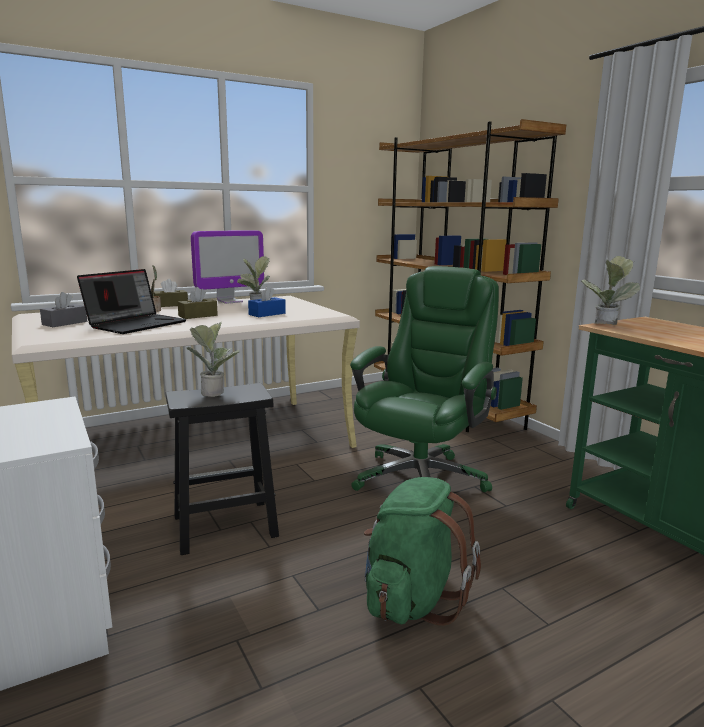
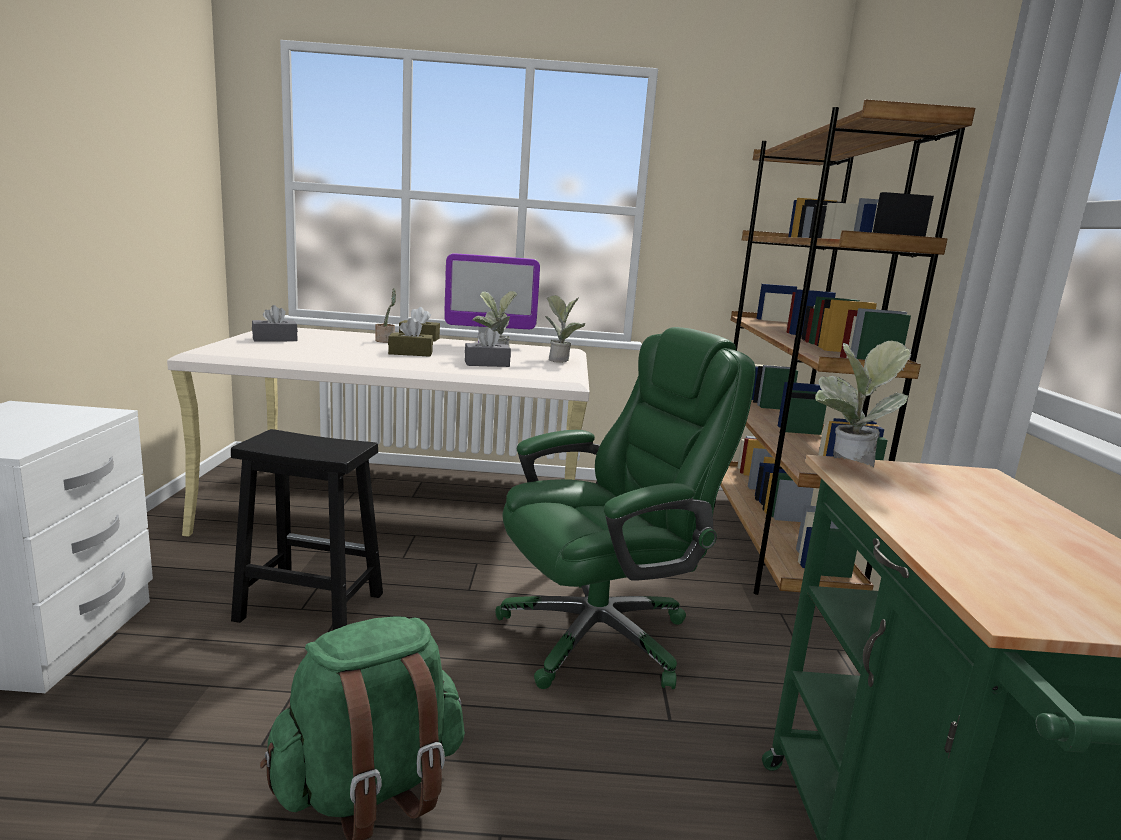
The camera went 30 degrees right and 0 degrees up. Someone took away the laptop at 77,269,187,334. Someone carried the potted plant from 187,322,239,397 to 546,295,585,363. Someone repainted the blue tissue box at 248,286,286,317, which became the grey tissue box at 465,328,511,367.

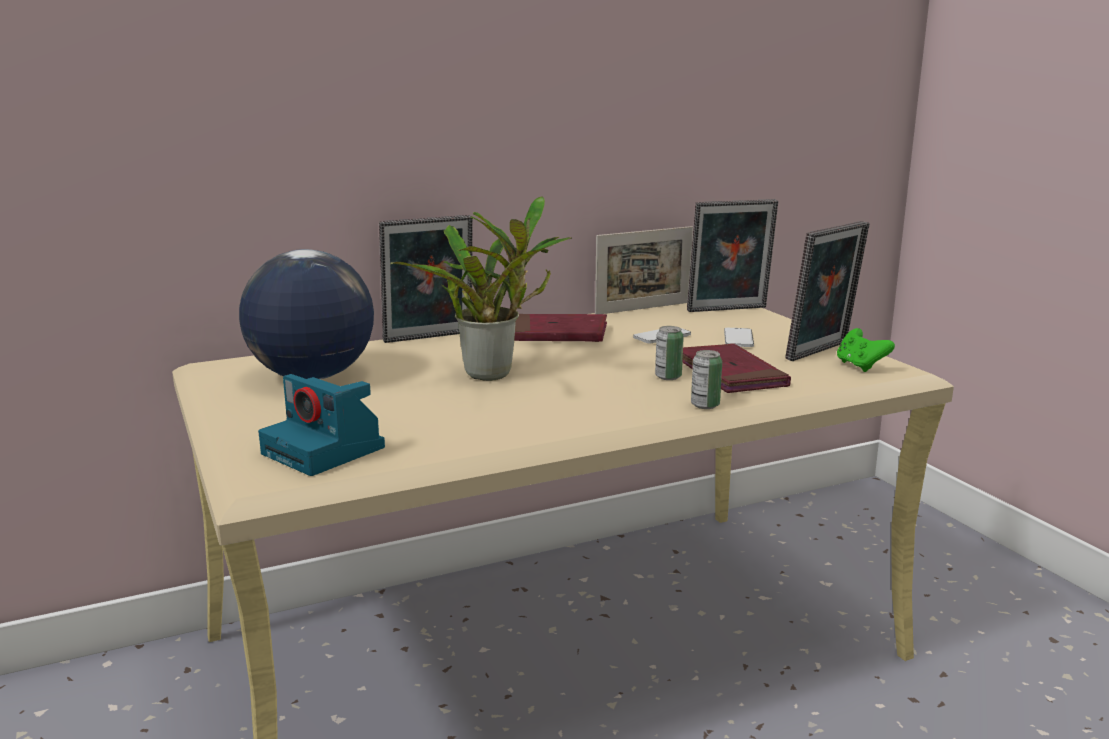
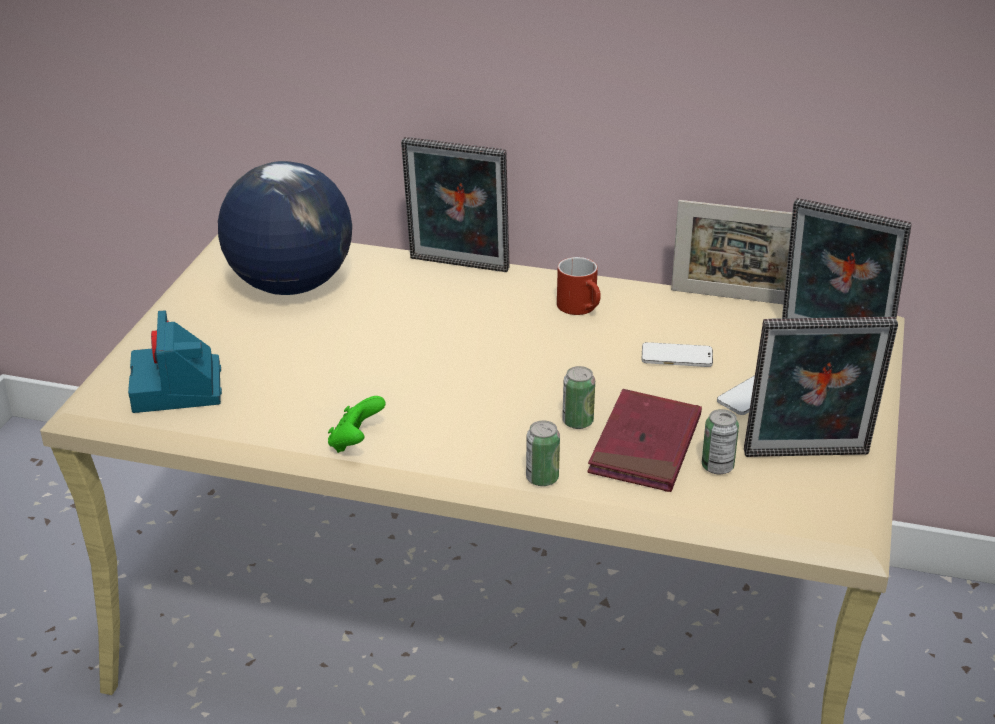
The camera went 40 degrees right and 15 degrees up. Someone took away the potted plant at 390,196,572,381. Someone put down the can at 702,409,739,475. Someone carried the green game controller from 837,328,895,372 to 328,396,386,453. Someone swapped the red book at 514,314,607,342 for the red mug at 557,257,601,315.

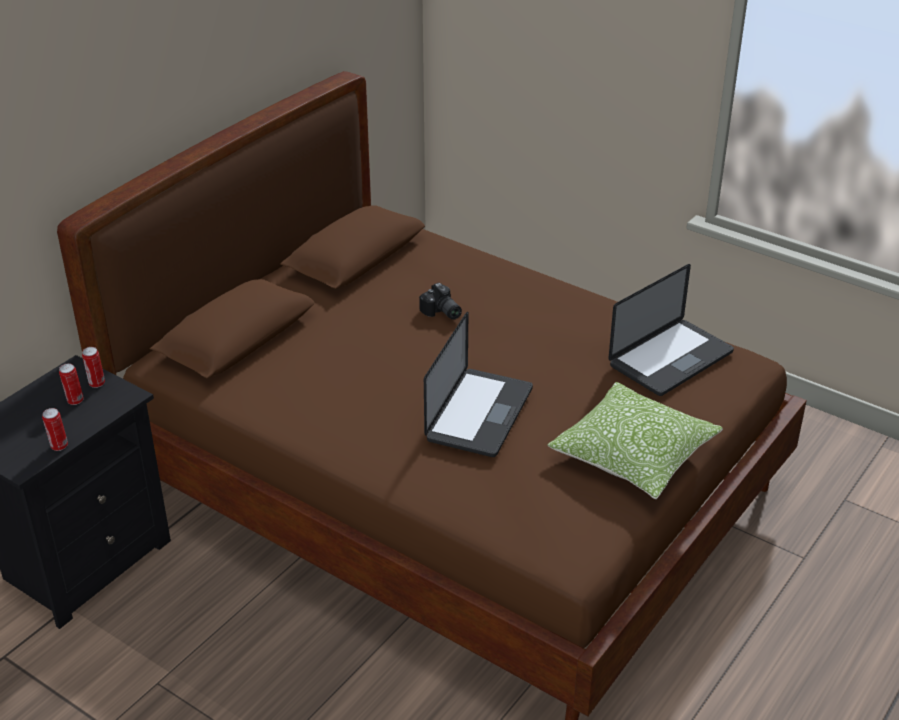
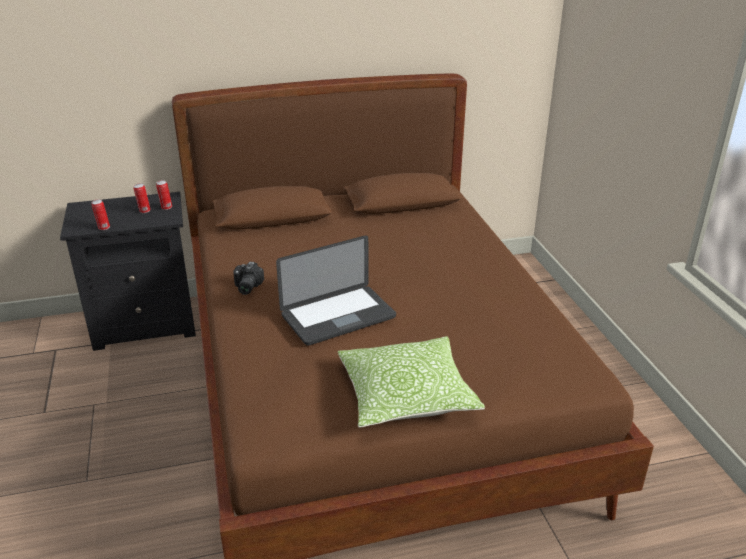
The camera went 40 degrees right and 5 degrees down. Someone took away the laptop at 608,264,734,396. Someone carried the photo camera from 419,283,462,320 to 233,262,264,295.

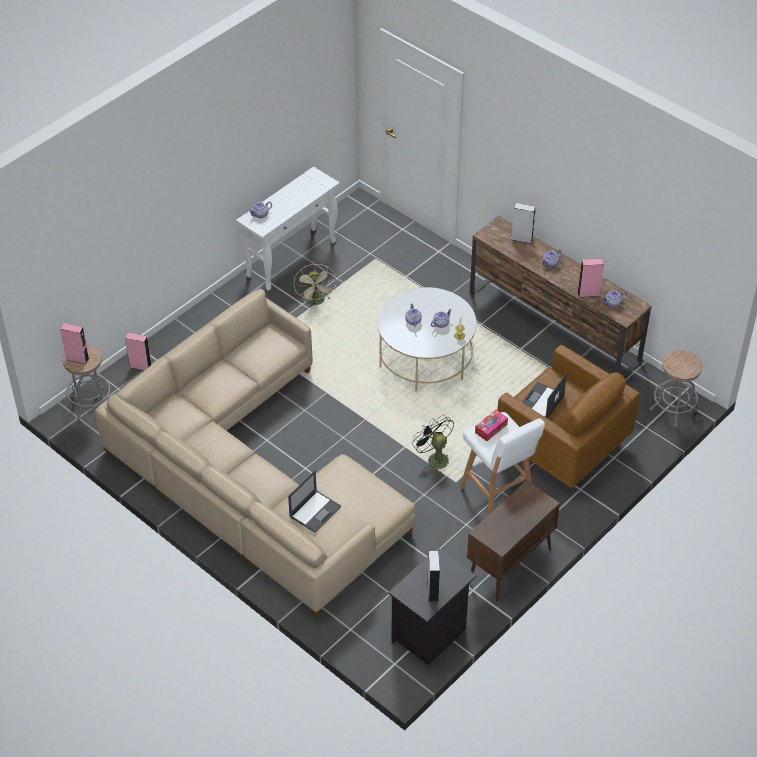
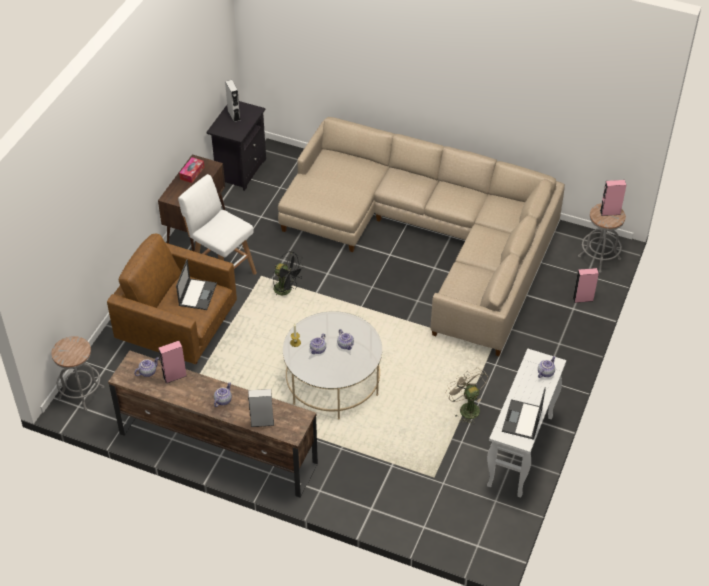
The camera went 160 degrees right and 0 degrees up. Someone carried the laptop from 288,470,341,533 to 502,387,546,440. Someone carried the tissue box from 475,410,508,441 to 179,157,204,183.

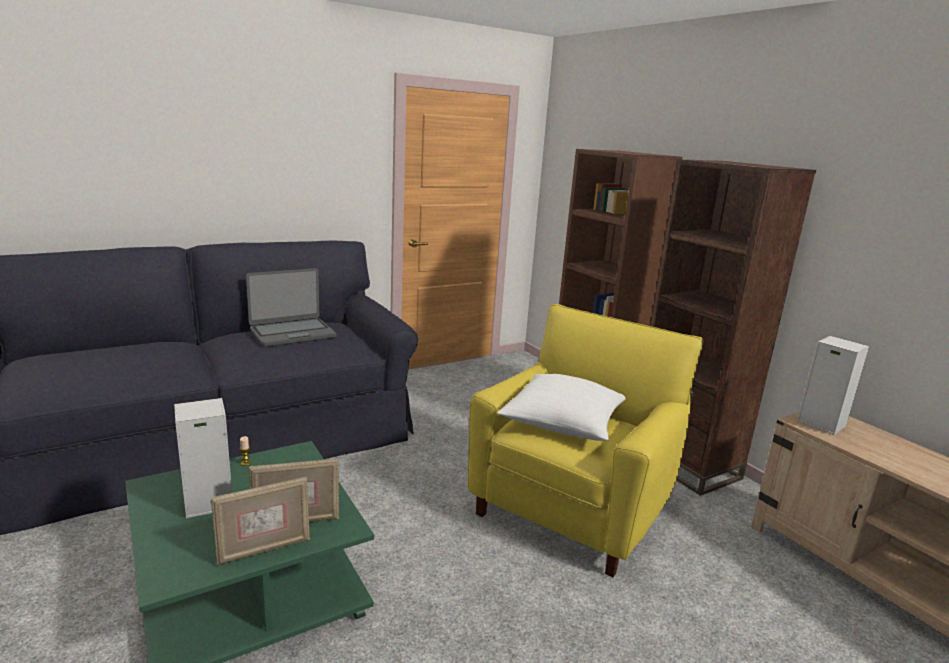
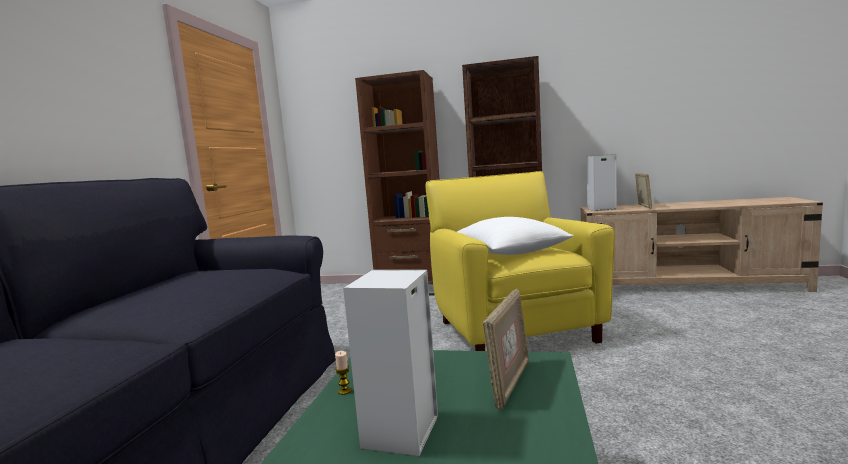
The camera went 45 degrees left and 10 degrees down. Someone took away the laptop at 246,268,337,347. Someone carried the picture frame from 211,477,310,566 to 635,173,652,209.

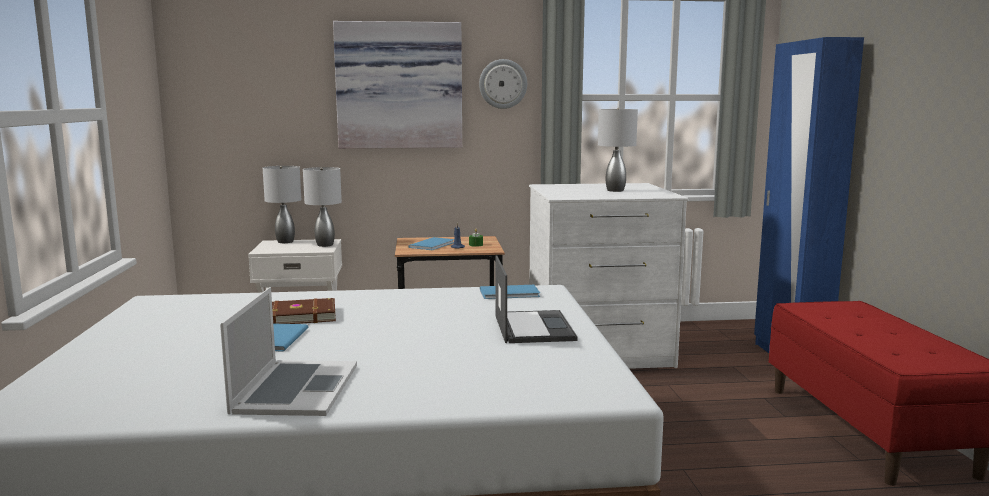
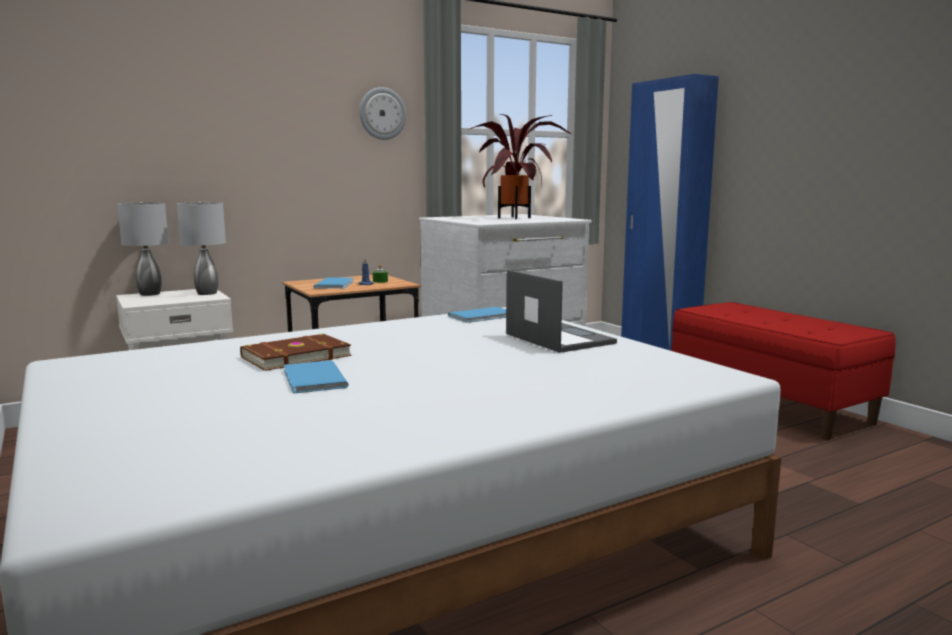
The camera went 25 degrees left and 0 degrees up. Someone took away the laptop at 220,287,357,416. Someone took away the picture at 333,21,462,149. Someone swapped the grey table lamp at 598,108,638,192 for the potted plant at 468,114,572,219.

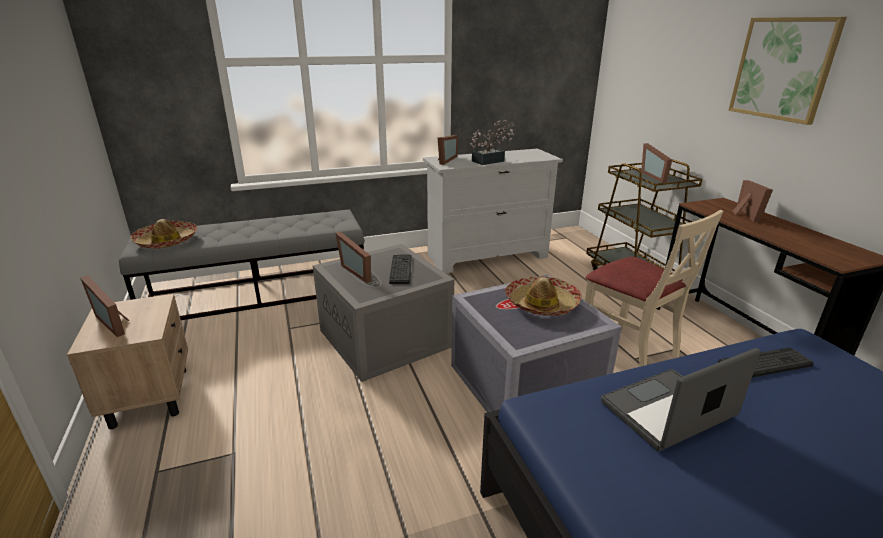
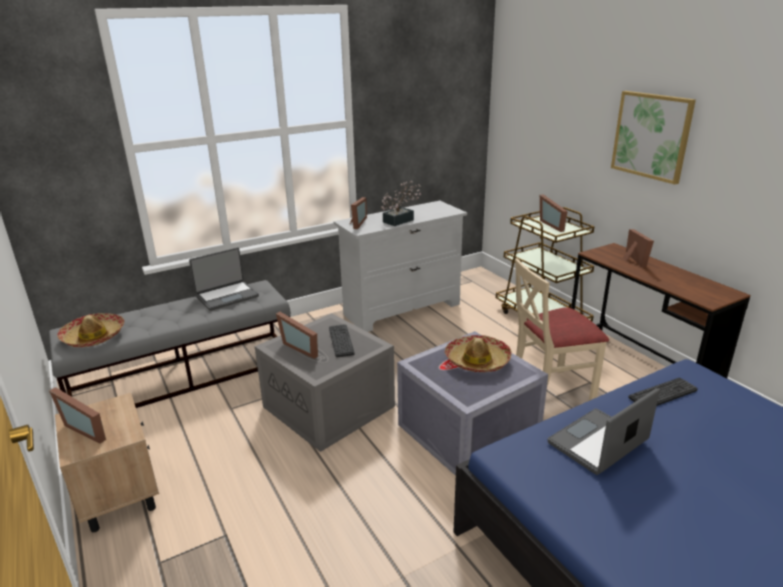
The camera went 10 degrees left and 0 degrees up. Someone put down the laptop at 189,247,259,311. Someone rotated the beige chair at 585,210,723,367 by 120 degrees clockwise.

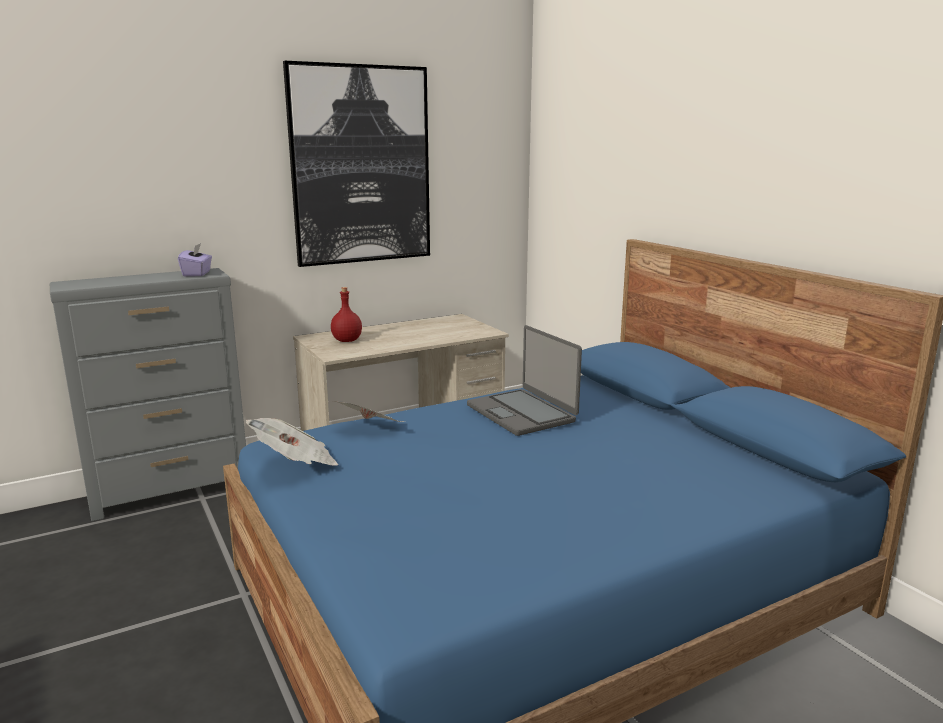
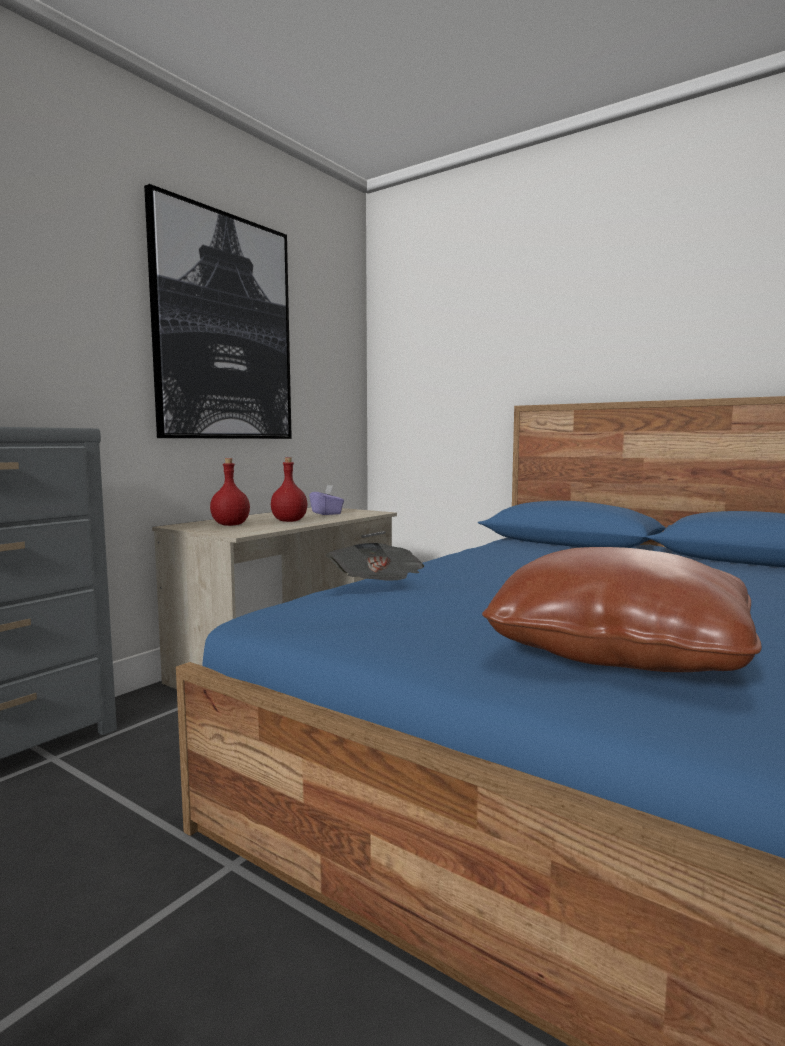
The camera went 25 degrees left and 10 degrees down. Someone took away the newspaper at 246,418,339,466. Someone took away the laptop at 467,325,582,436. Someone put down the red bottle at 271,457,308,522. Someone put down the brown pillow at 482,547,762,672. Someone carried the purple tissue box from 178,243,212,277 to 309,485,344,515.

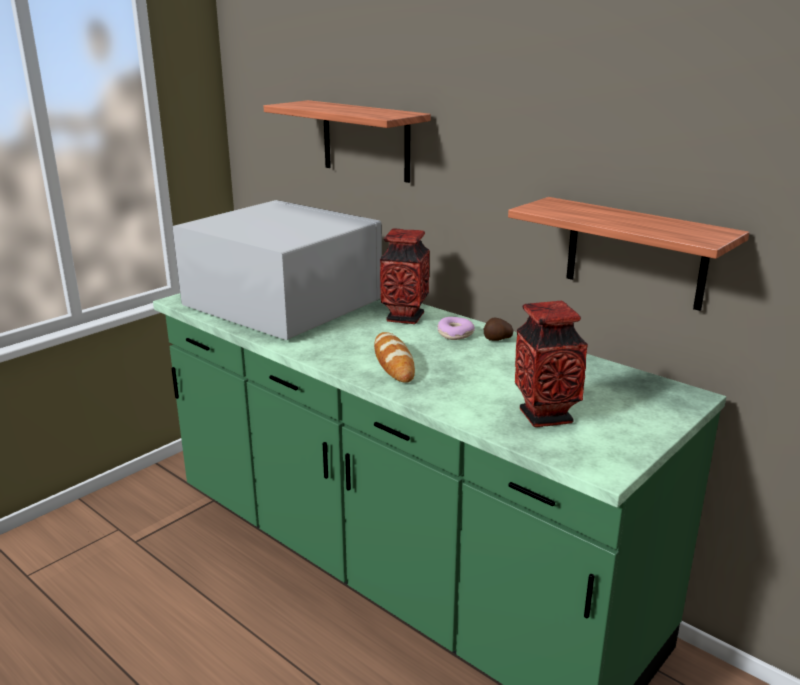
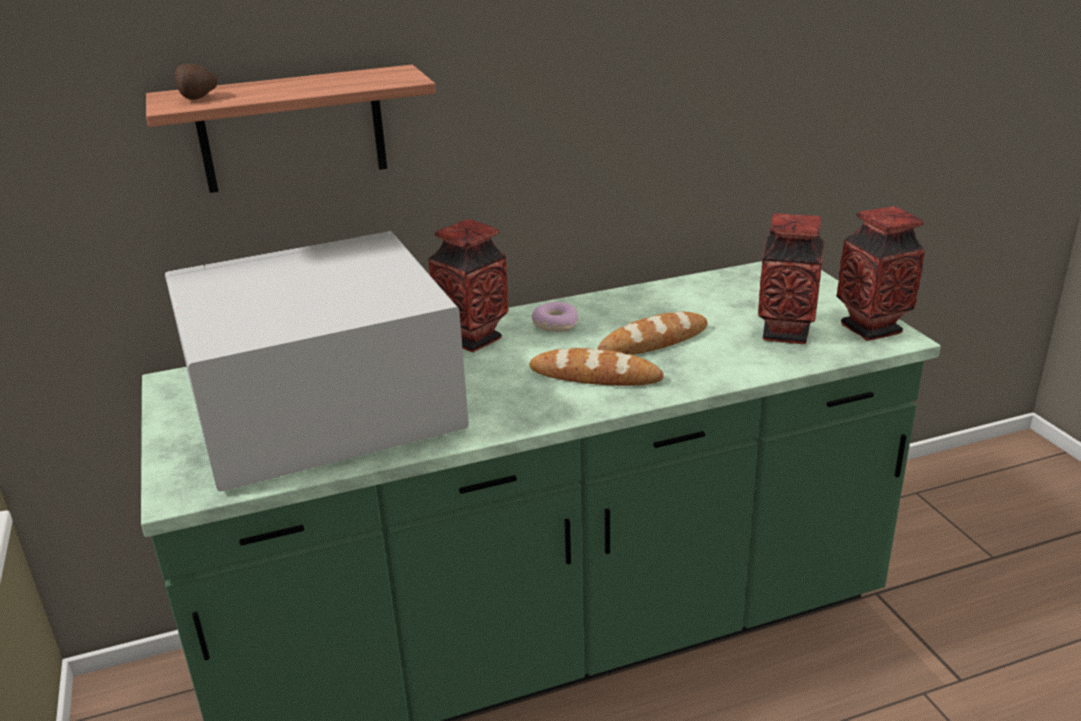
The camera went 60 degrees left and 5 degrees up. Someone took away the shelf at 508,197,749,311. Someone put down the bread at 597,311,707,355. Someone put down the vase at 836,206,925,341. Someone carried the potato from 484,318,514,341 to 175,64,217,100.

